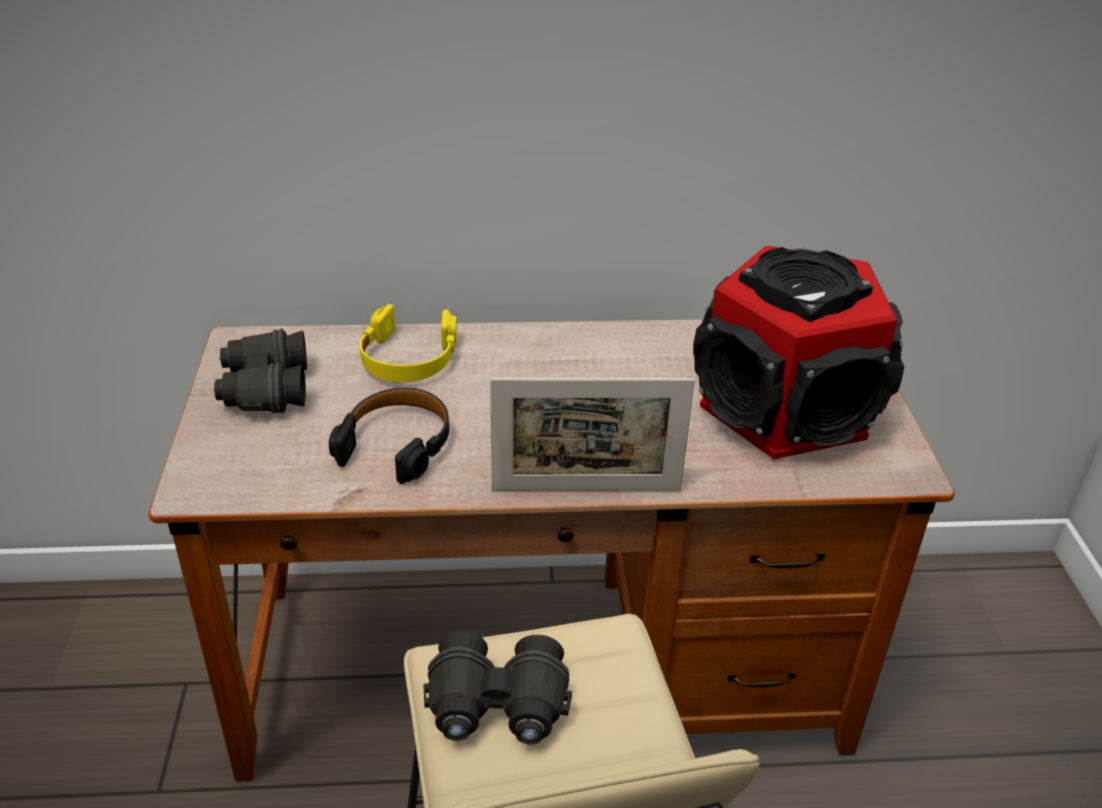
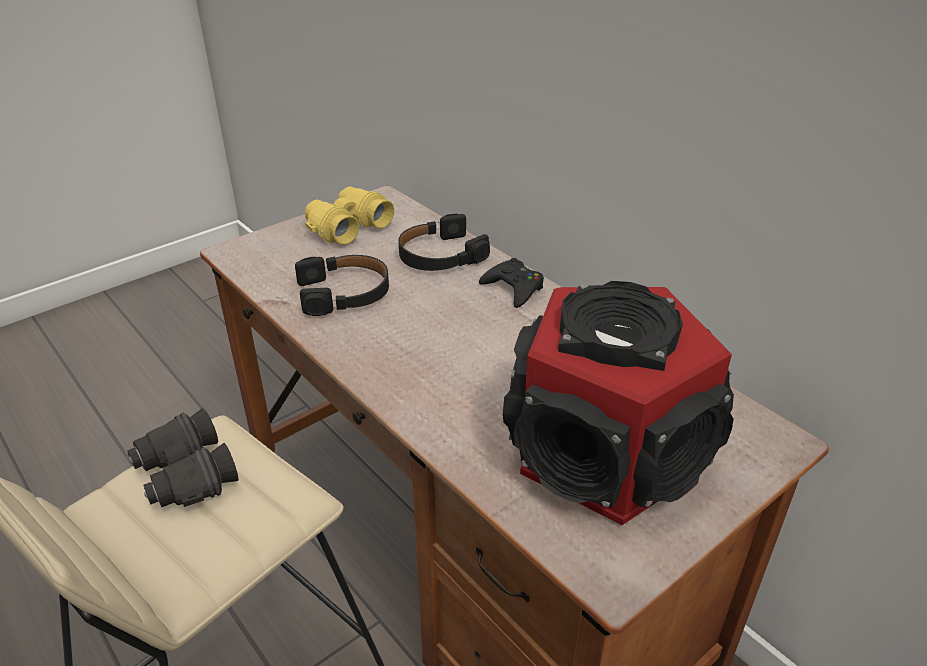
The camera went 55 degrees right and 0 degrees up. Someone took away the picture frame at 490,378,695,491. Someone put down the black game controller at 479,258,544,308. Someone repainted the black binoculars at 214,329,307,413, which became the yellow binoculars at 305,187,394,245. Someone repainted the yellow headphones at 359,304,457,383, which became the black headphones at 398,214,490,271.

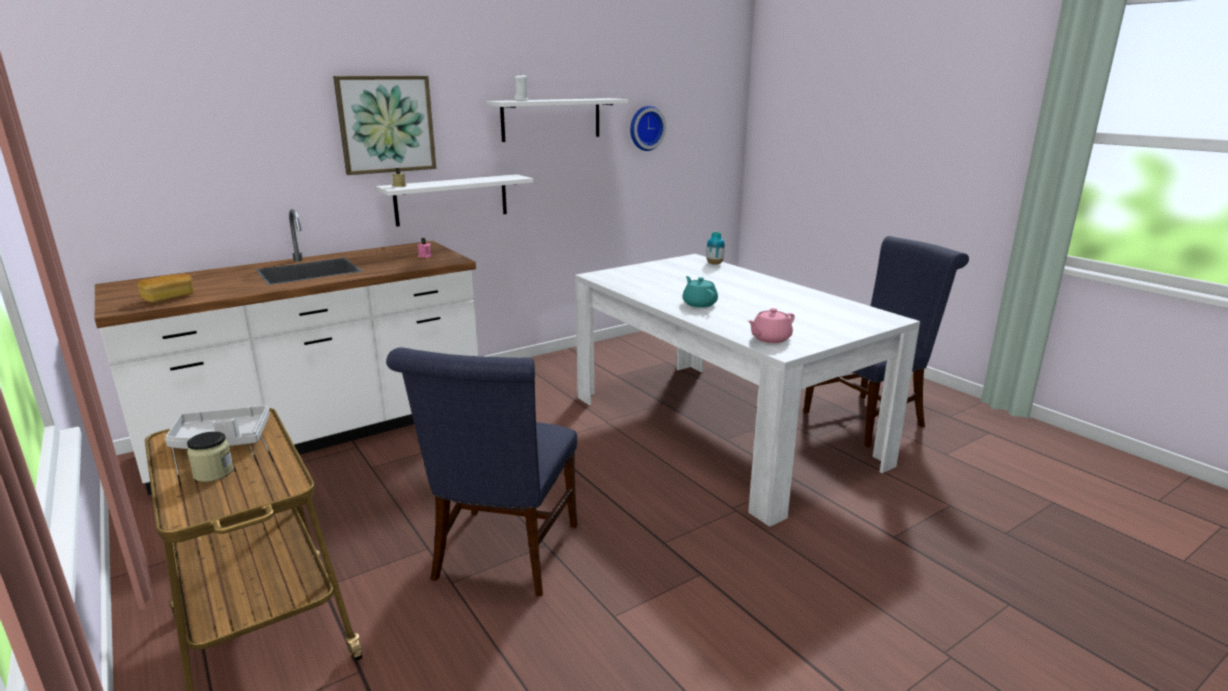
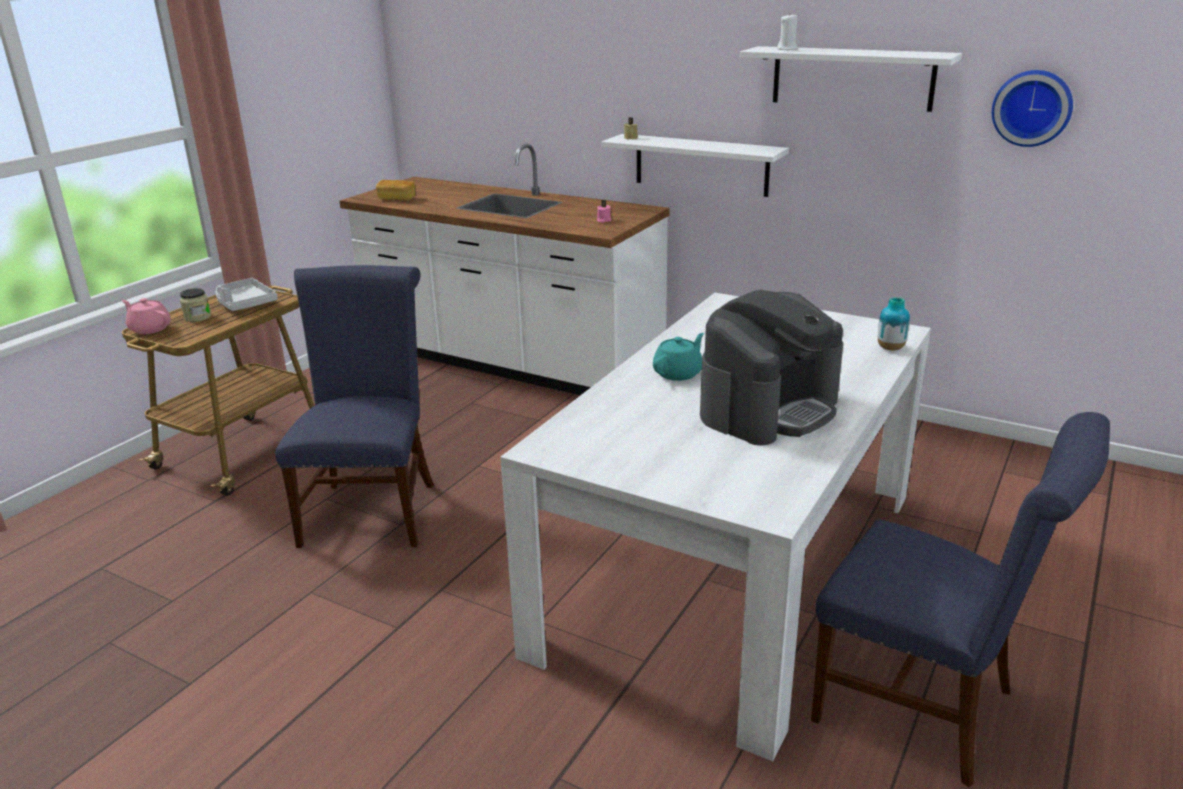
The camera went 65 degrees right and 5 degrees up. Someone took away the picture at 333,76,436,175. Someone put down the coffee machine at 700,290,843,445. Someone carried the pink teapot from 747,308,795,343 to 122,298,171,334. Someone rotated the blue chair at 386,348,577,596 by 105 degrees clockwise.

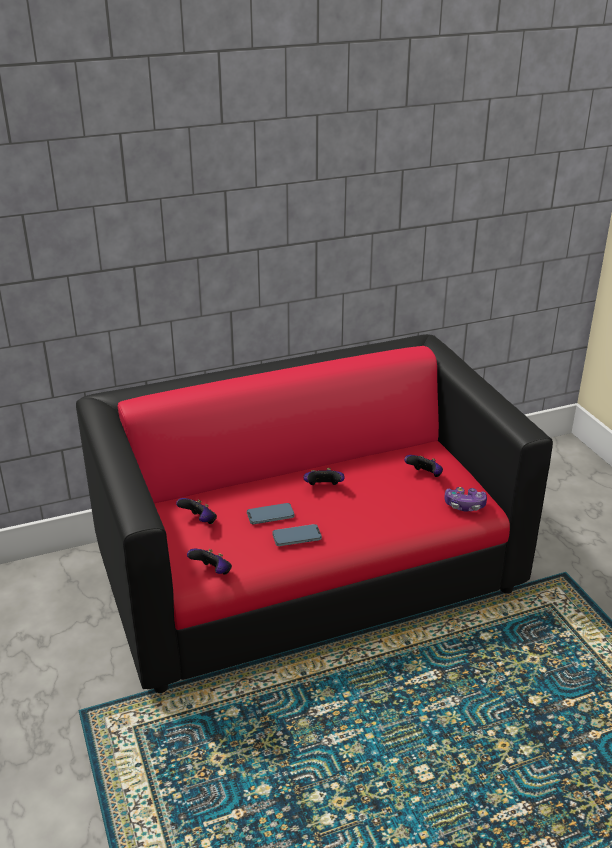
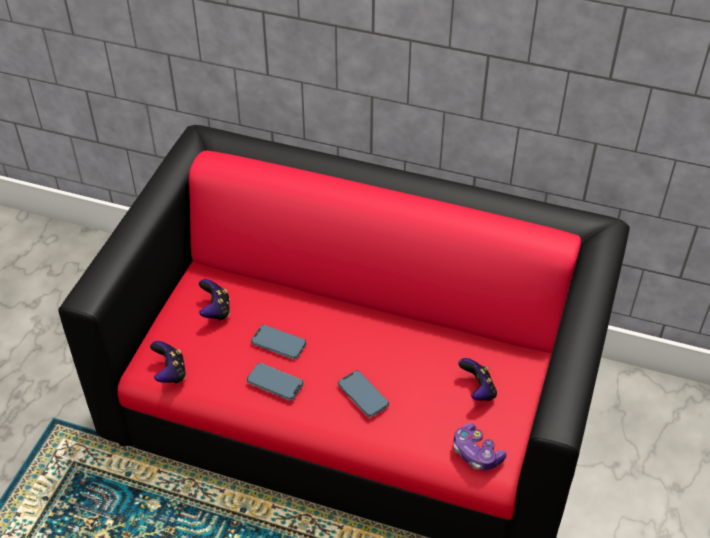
The camera went 40 degrees right and 15 degrees up. Someone took away the game controller at 304,468,345,485. Someone put down the phone at 338,370,389,418.

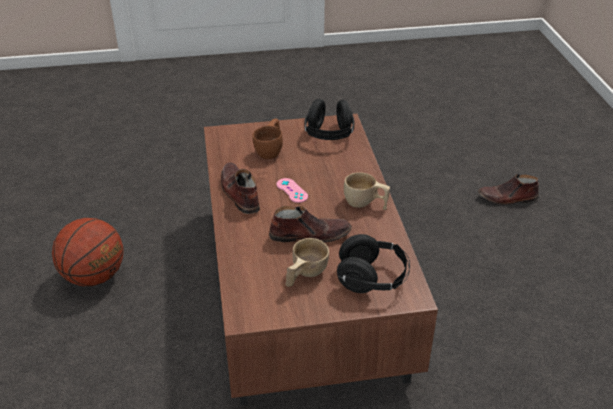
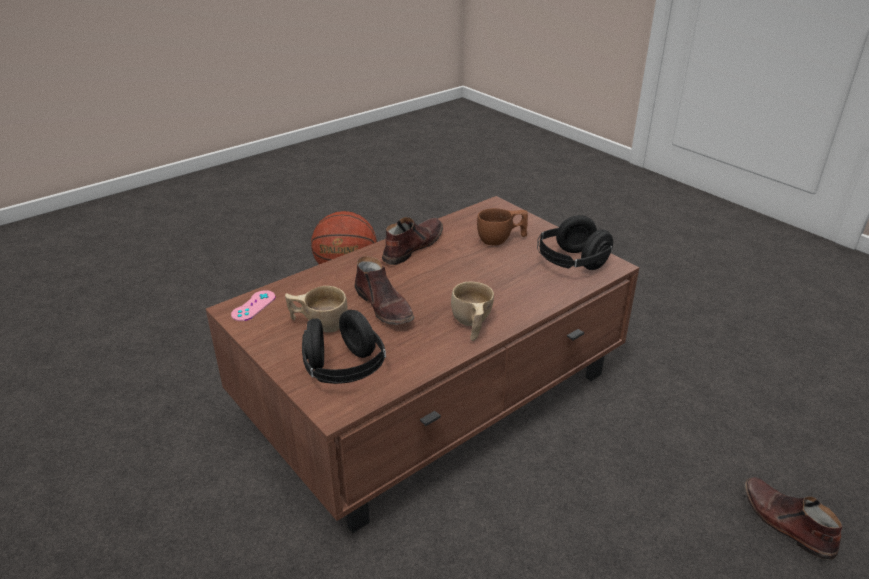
The camera went 60 degrees right and 5 degrees down. Someone carried the pink game controller from 277,178,308,203 to 231,290,275,321.

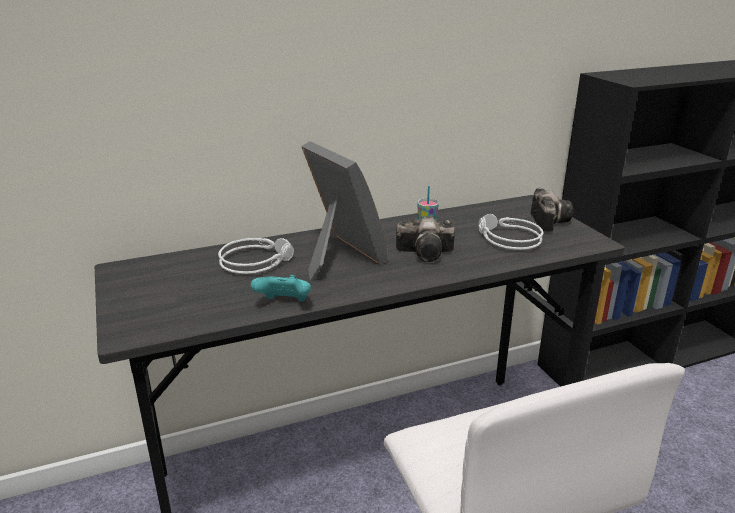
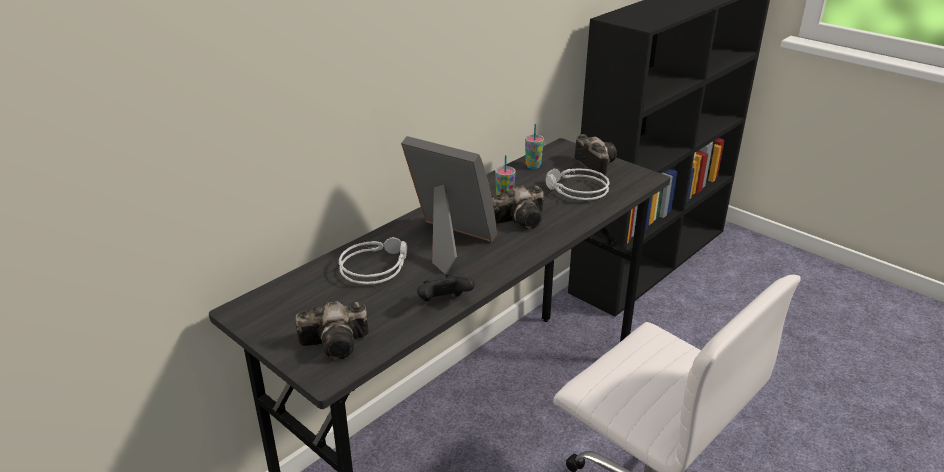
The camera went 25 degrees left and 5 degrees up. Someone put down the photo camera at 295,301,369,359. Someone put down the cup at 525,124,544,169. Someone repainted the turquoise game controller at 250,275,311,301, which became the black game controller at 417,274,475,302.

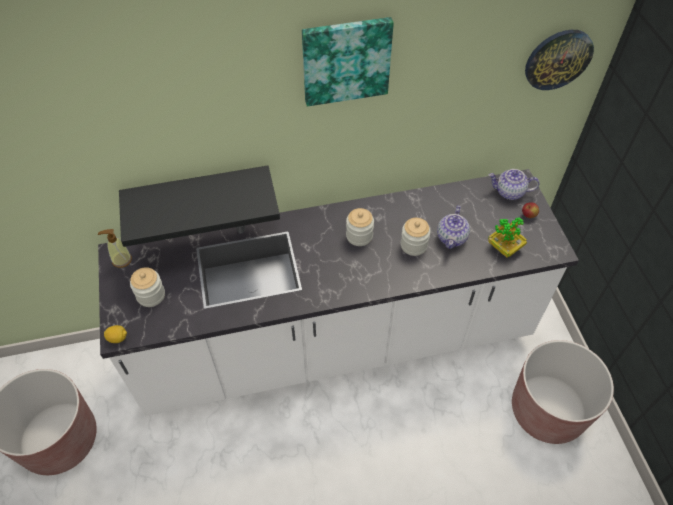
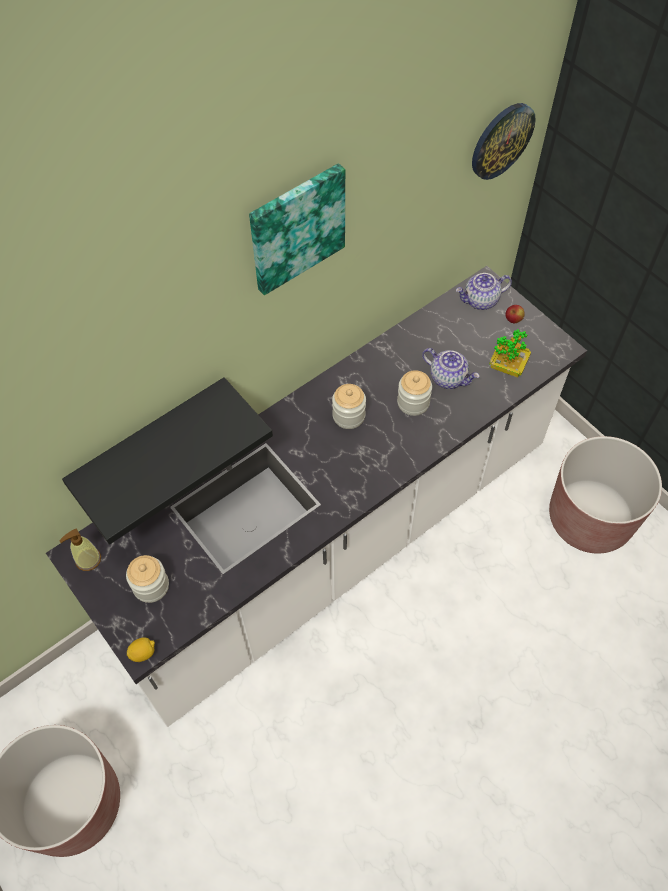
The camera went 25 degrees left and 5 degrees up. Someone rotated the teapot at 437,205,470,249 by 45 degrees counterclockwise.

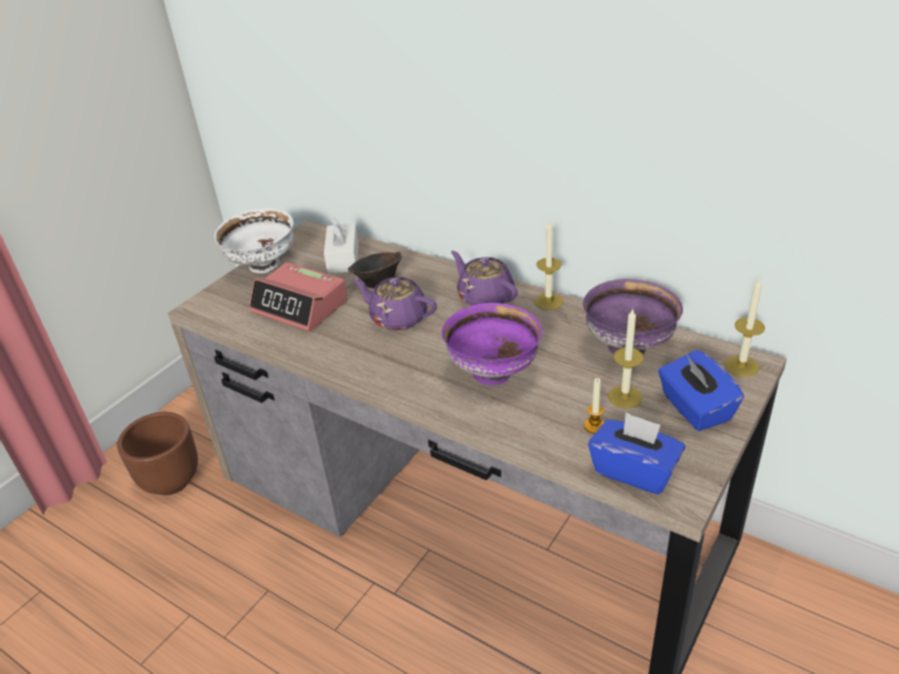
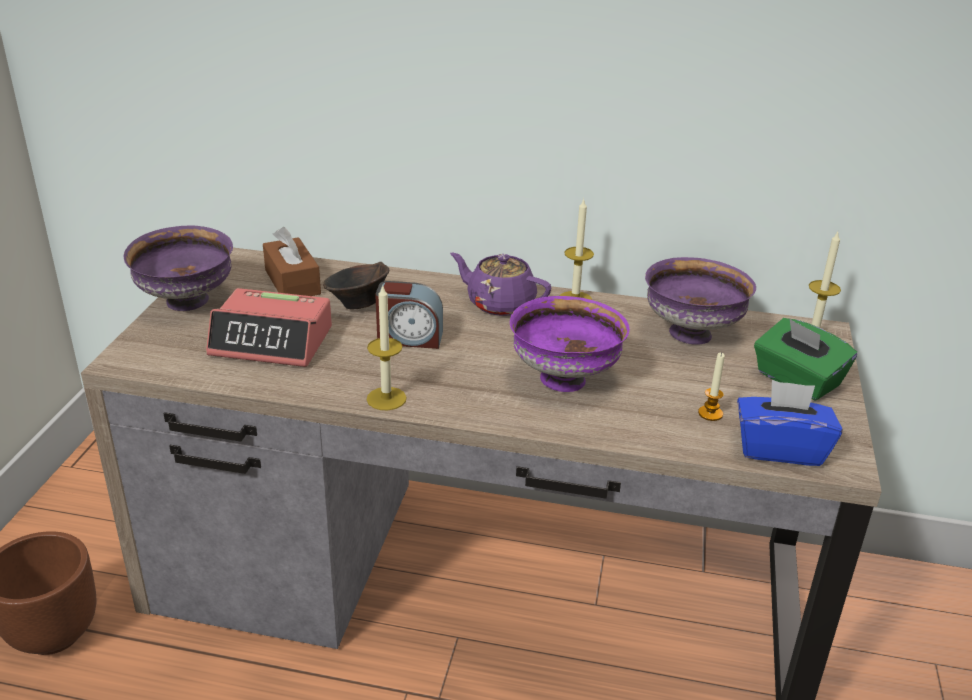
The camera went 25 degrees left and 5 degrees down. Someone carried the candle from 608,308,644,408 to 367,284,407,410. Someone swapped the purple teapot at 352,277,437,330 for the alarm clock at 375,281,443,349. Someone repainted the white bowl at 214,208,294,273, which became the purple bowl at 124,226,233,311. Someone repainted the white tissue box at 324,217,359,274, which became the brown tissue box at 263,227,321,296. Someone repainted the blue tissue box at 658,350,744,431, which became the green tissue box at 754,318,857,401.

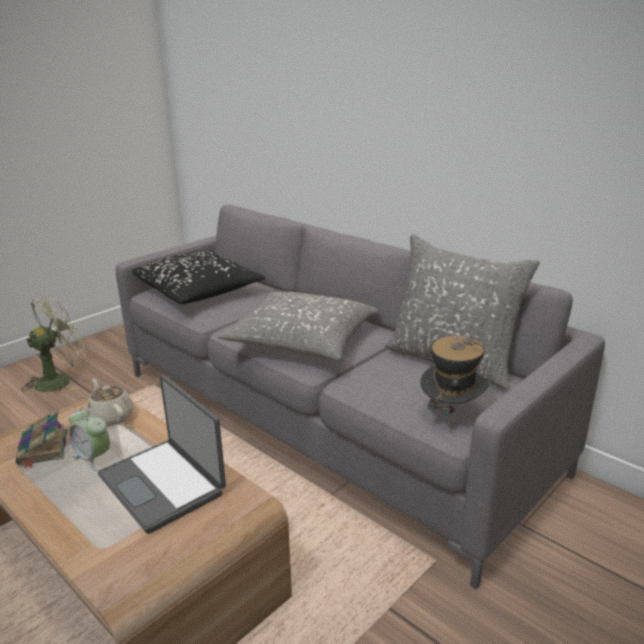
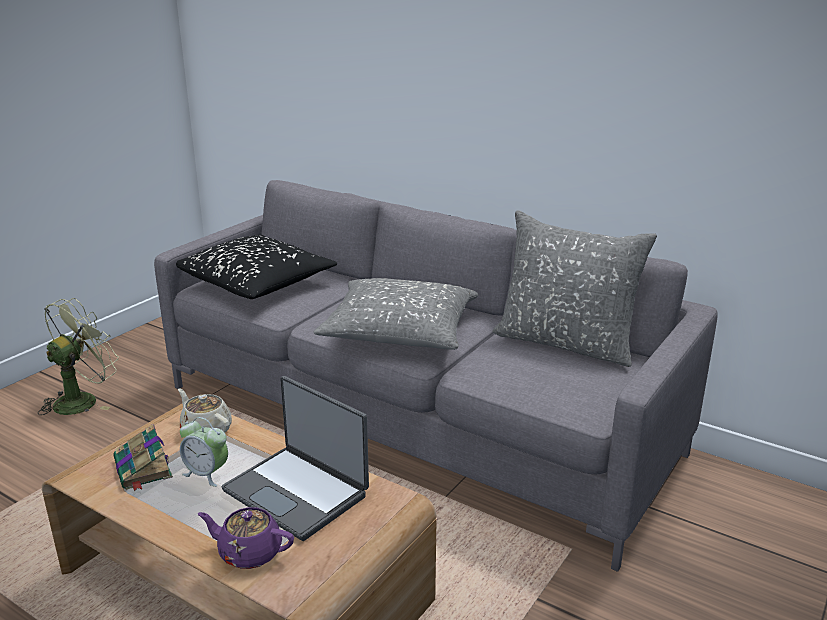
The camera went 10 degrees left and 0 degrees up. Someone took away the hat at 420,335,490,435. Someone put down the purple teapot at 198,507,294,569.

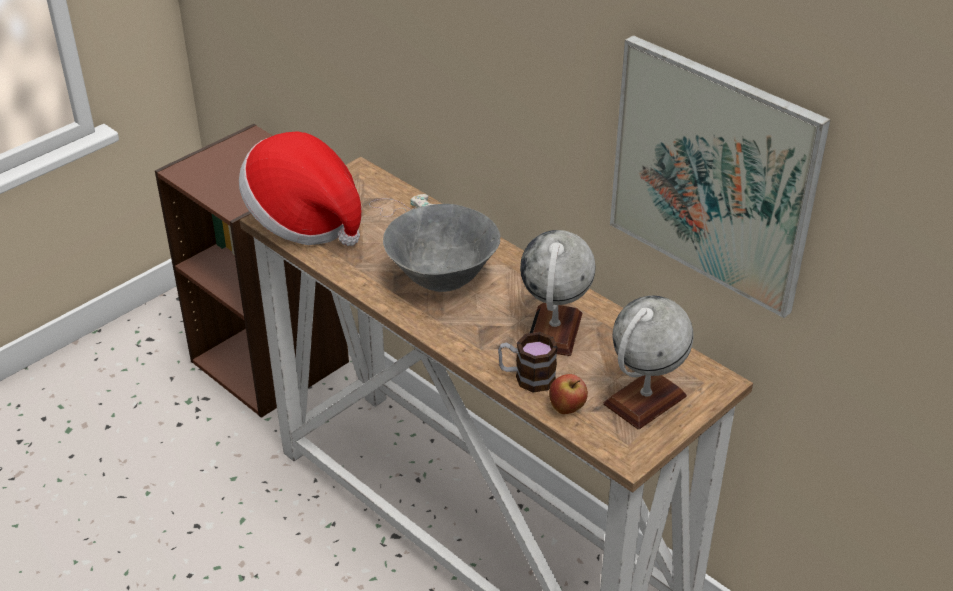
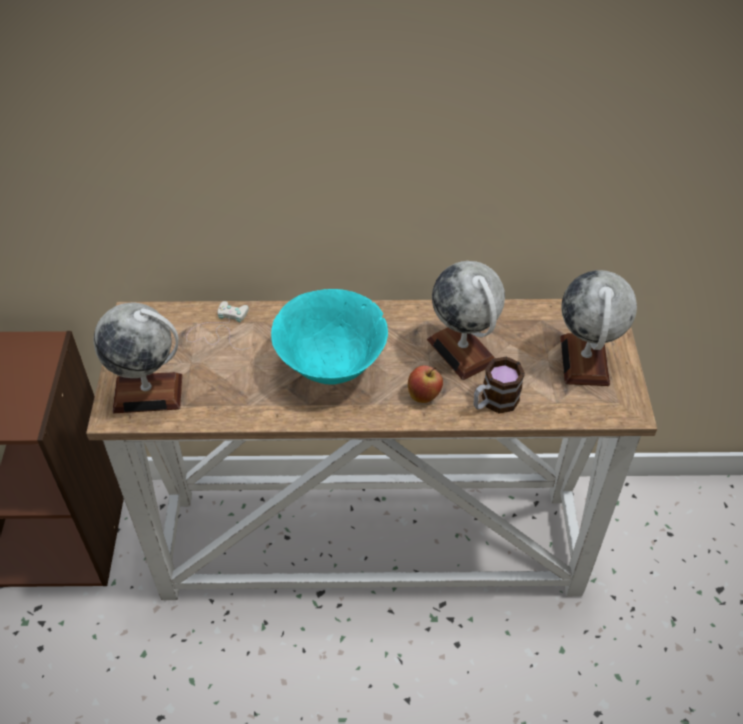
The camera went 45 degrees left and 10 degrees up. Someone took away the picture at 610,35,831,318. Someone carried the apple from 549,374,588,414 to 408,365,443,403. Someone swapped the hat at 239,131,361,246 for the globe at 94,303,182,414. Someone repainted the grey bowl at 383,204,500,292, which became the turquoise bowl at 271,289,388,384.

